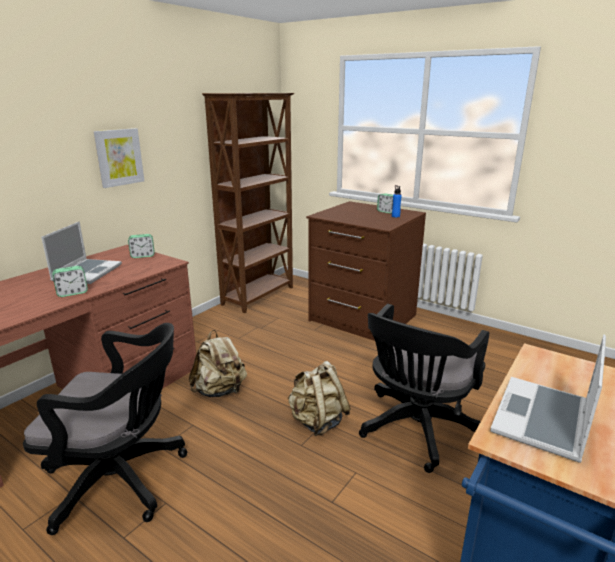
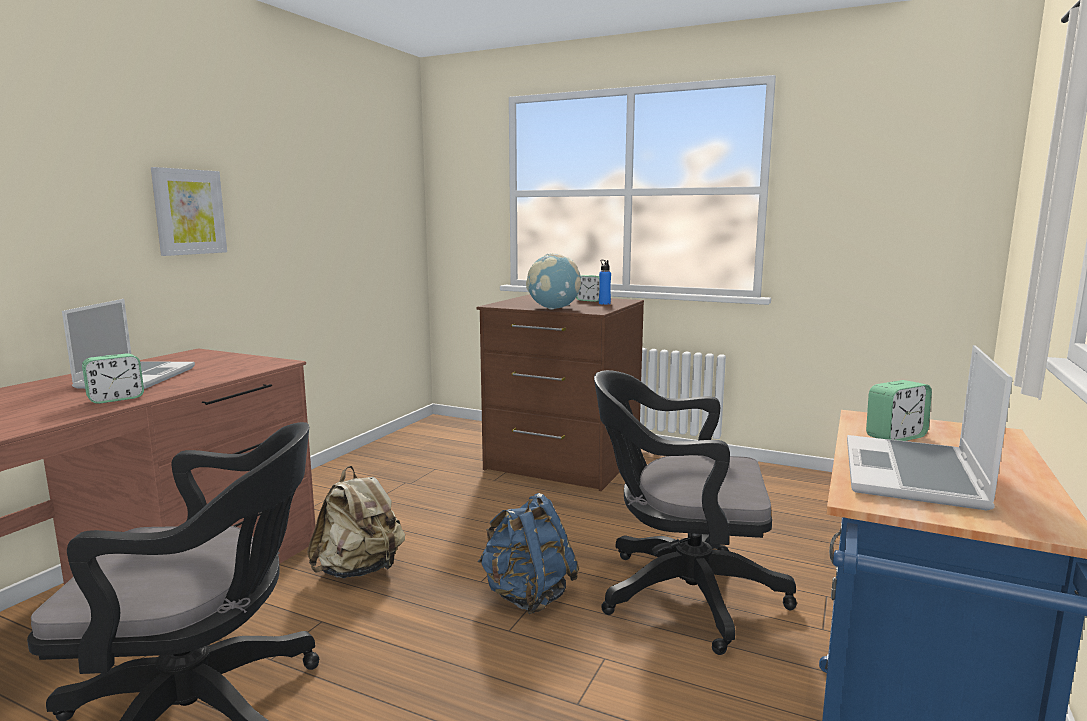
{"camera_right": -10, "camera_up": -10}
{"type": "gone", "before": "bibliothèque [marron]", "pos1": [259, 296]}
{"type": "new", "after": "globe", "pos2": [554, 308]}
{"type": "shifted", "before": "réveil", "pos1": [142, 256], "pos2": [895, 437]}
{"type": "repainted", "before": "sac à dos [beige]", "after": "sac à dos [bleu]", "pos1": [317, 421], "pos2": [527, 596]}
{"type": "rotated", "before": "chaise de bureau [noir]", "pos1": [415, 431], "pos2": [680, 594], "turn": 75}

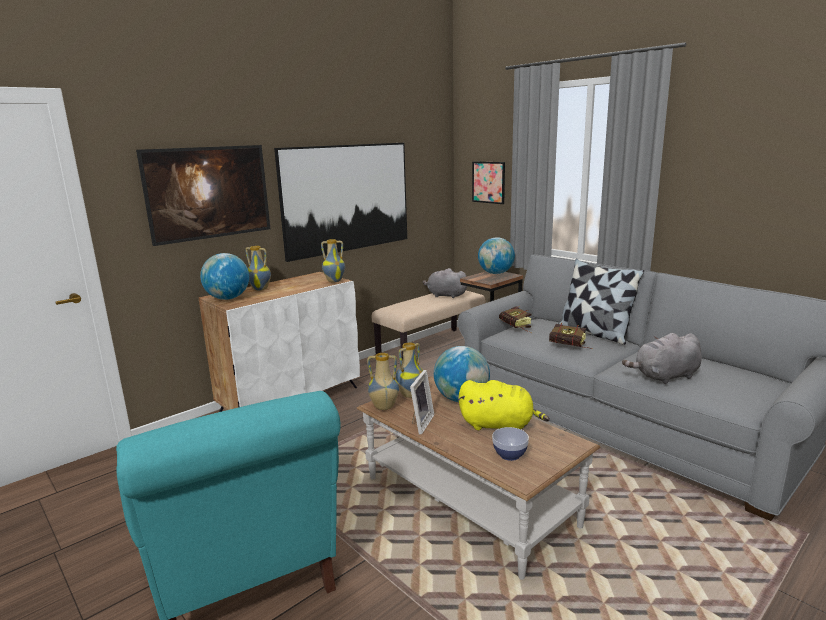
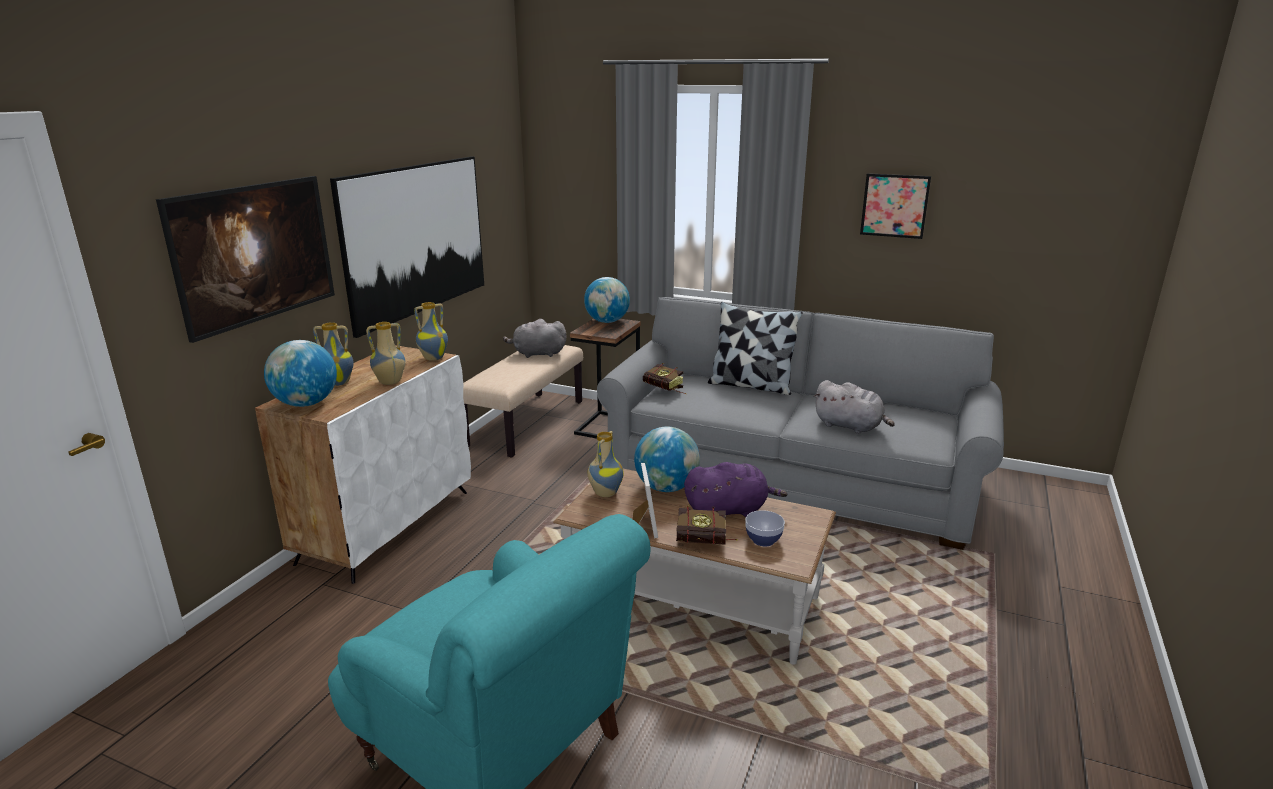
{"camera_right": -25, "camera_up": 5}
{"type": "shifted", "before": "vase", "pos1": [384, 407], "pos2": [390, 382]}
{"type": "shifted", "before": "tableau", "pos1": [488, 182], "pos2": [894, 205]}
{"type": "shifted", "before": "livre", "pos1": [571, 347], "pos2": [707, 543]}
{"type": "repainted", "before": "peluche [jaune]", "after": "peluche [violet]", "pos1": [499, 425], "pos2": [729, 510]}
{"type": "rotated", "before": "peluche [gris]", "pos1": [664, 377], "pos2": [850, 426], "turn": -105}

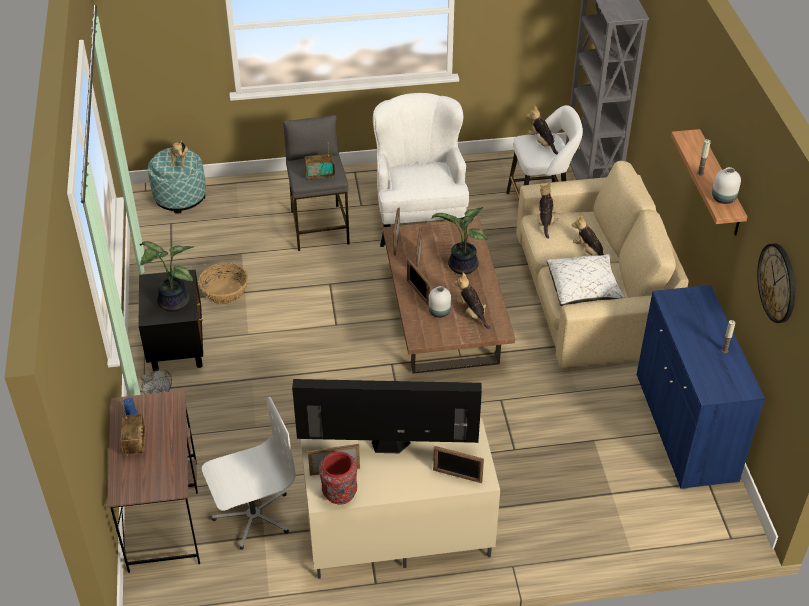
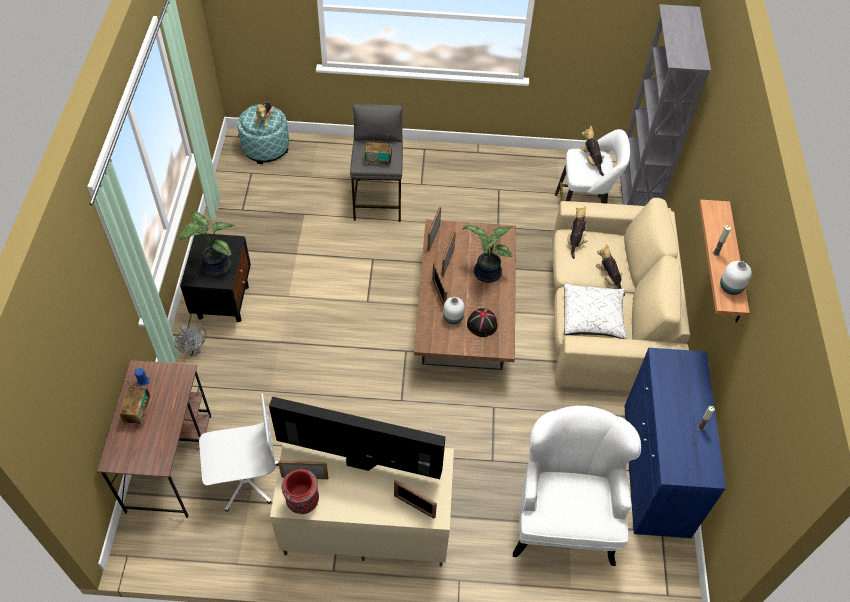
{"camera_right": 10, "camera_up": 10}
{"type": "gone", "before": "panier", "pos1": [224, 291]}
{"type": "gone", "before": "horloge murale", "pos1": [777, 283]}
{"type": "shifted", "before": "fauteuil [blanc]", "pos1": [419, 218], "pos2": [563, 519]}
{"type": "swapped", "before": "peluche", "after": "chapeau [noir]", "pos1": [472, 313], "pos2": [482, 324]}

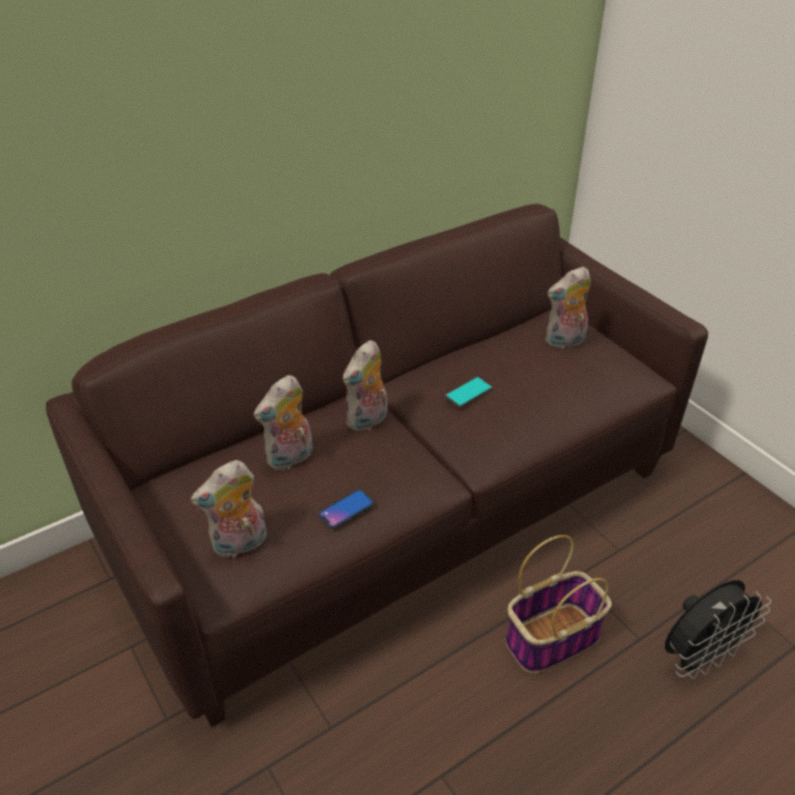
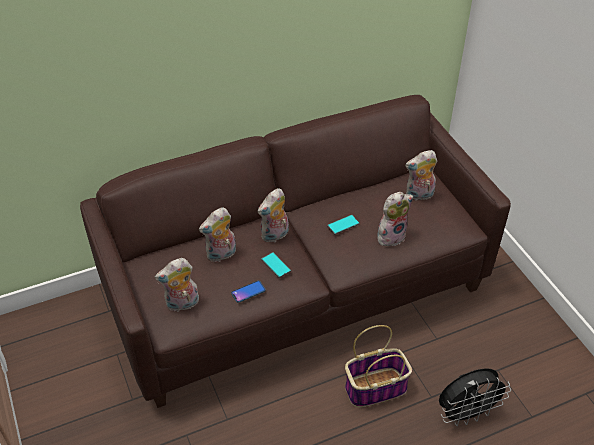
{"camera_right": 10, "camera_up": 5}
{"type": "new", "after": "téléphone", "pos2": [275, 265]}
{"type": "new", "after": "peluche", "pos2": [391, 236]}

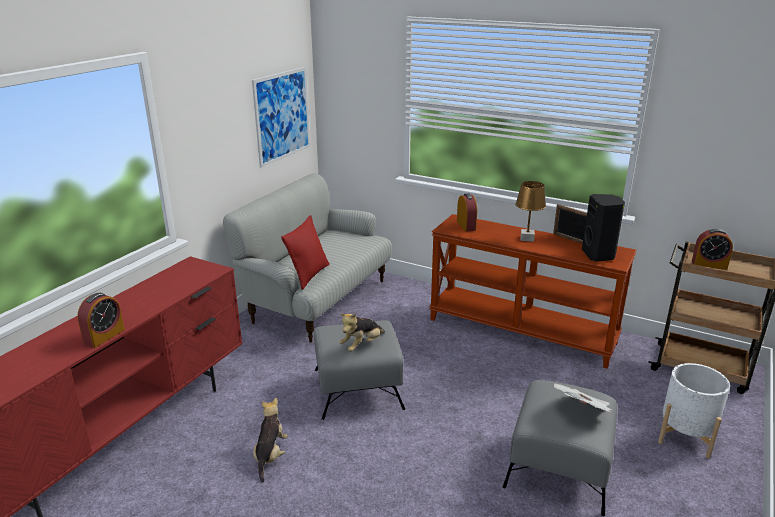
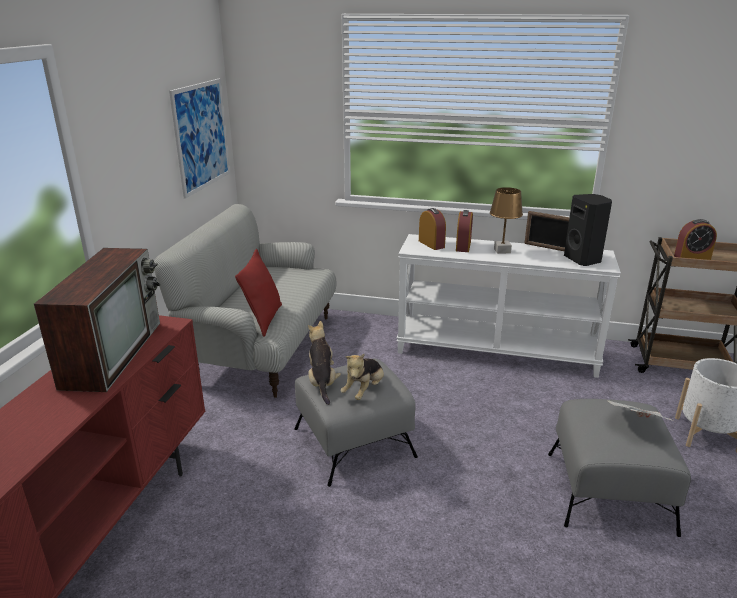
{"camera_right": -15, "camera_up": 0}
{"type": "new", "after": "téléviseur", "pos2": [113, 352]}
{"type": "shifted", "before": "réveil", "pos1": [104, 336], "pos2": [463, 246]}
{"type": "shifted", "before": "peluche", "pos1": [270, 455], "pos2": [322, 382]}
{"type": "repainted", "before": "table console [marron]", "after": "table console [blanc]", "pos1": [522, 330], "pos2": [496, 351]}

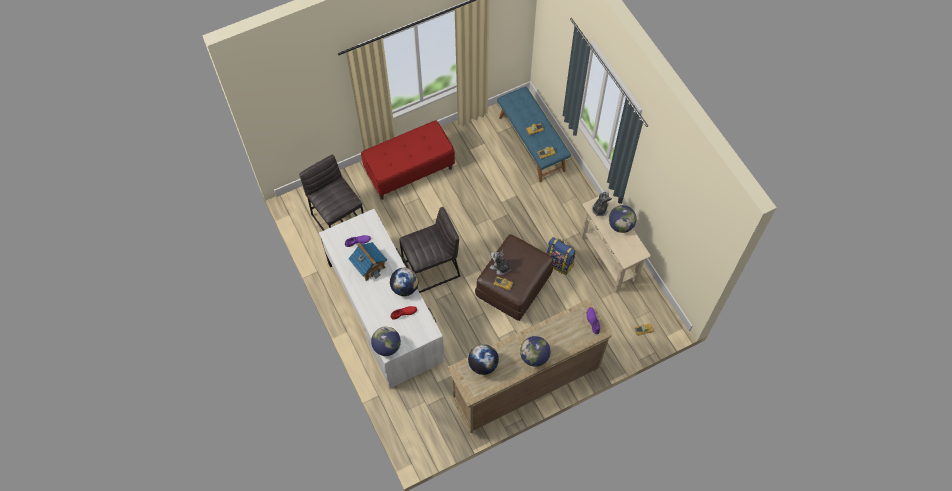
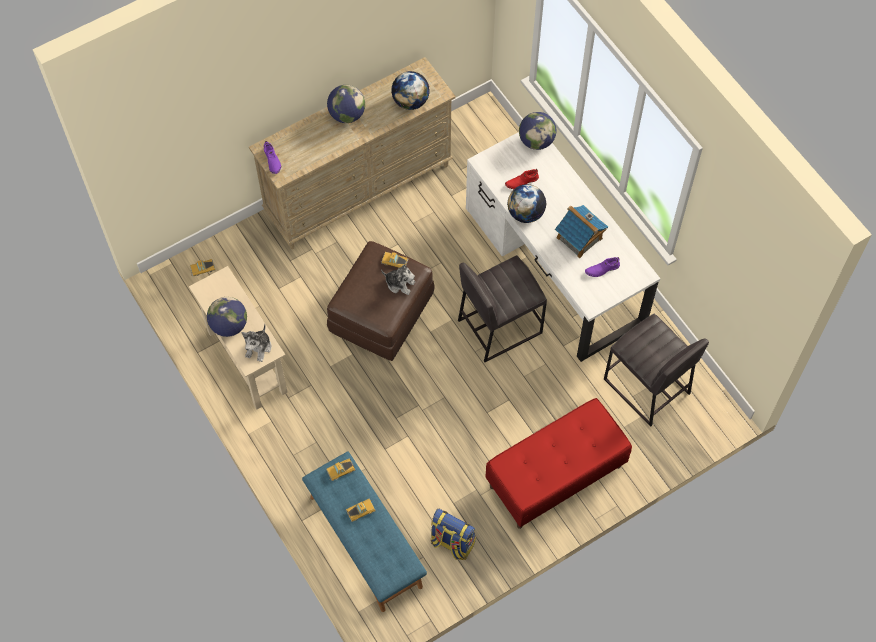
{"camera_right": 175, "camera_up": 0}
{"type": "shifted", "before": "sac à dos", "pos1": [560, 263], "pos2": [452, 542]}

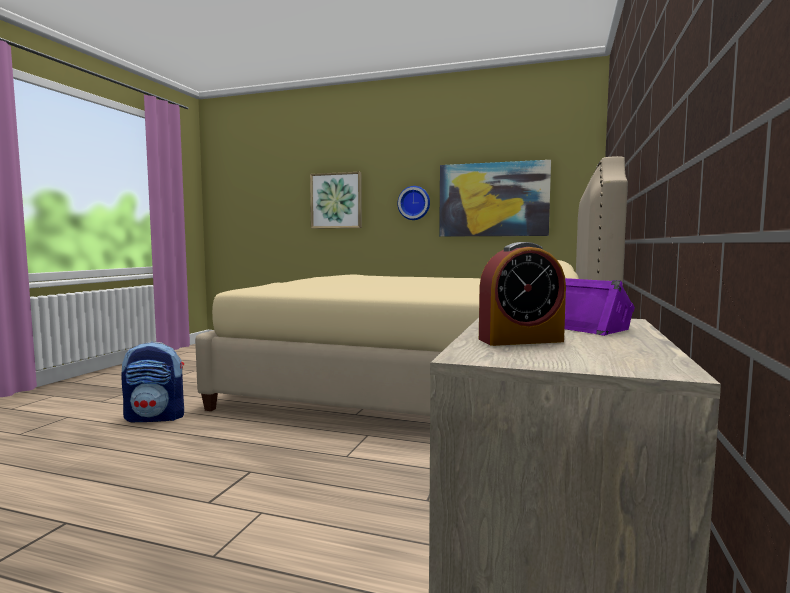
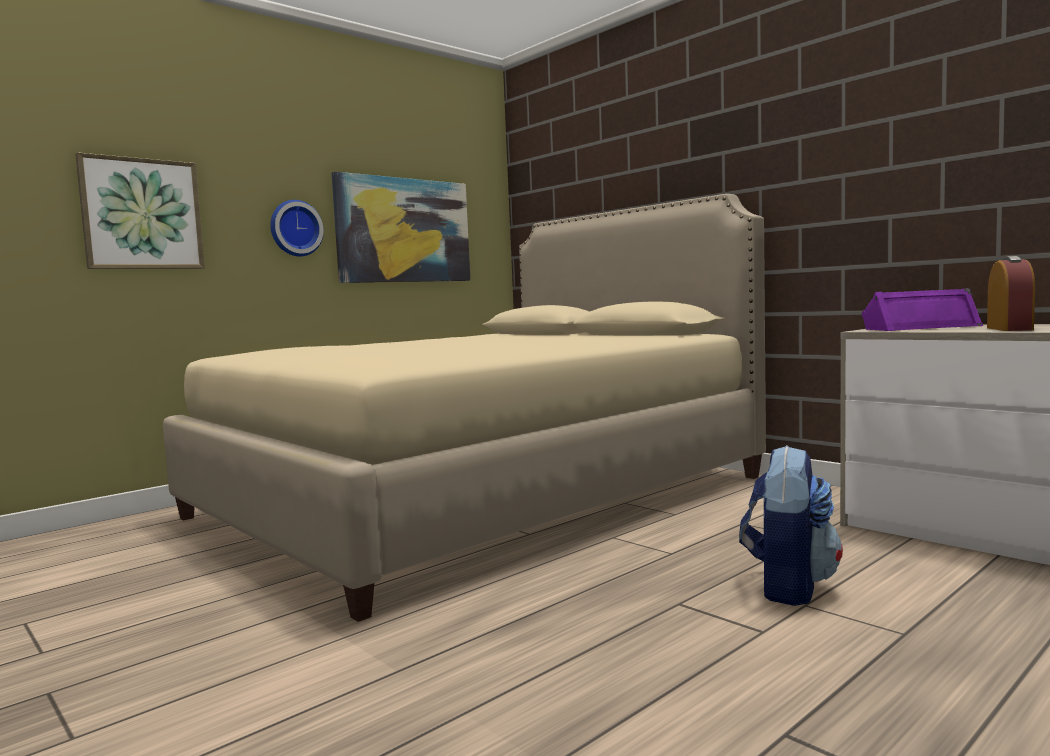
{"camera_right": -60, "camera_up": 0}
{"type": "shifted", "before": "sac à dos", "pos1": [156, 417], "pos2": [787, 586]}

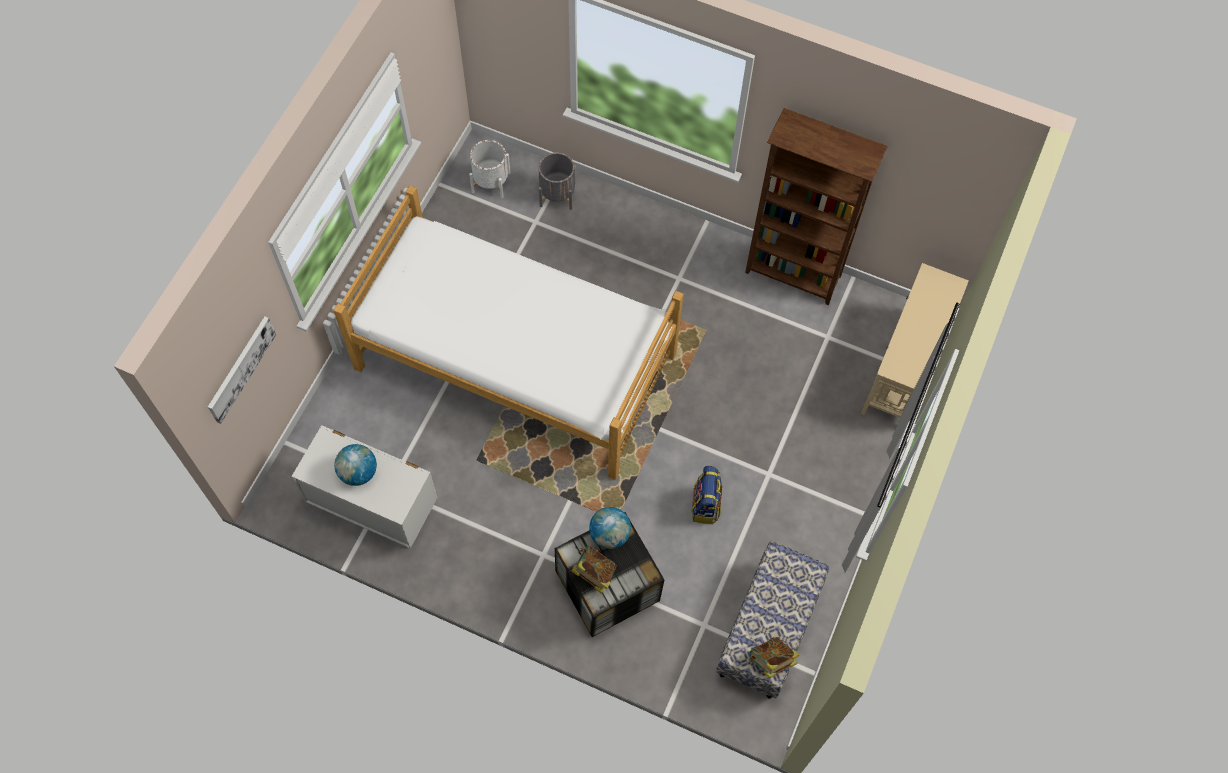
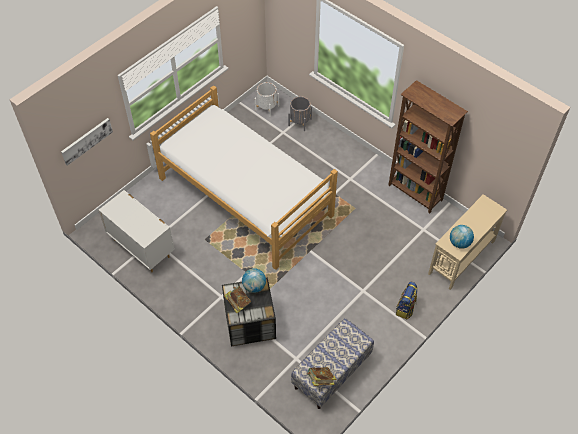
{"camera_right": 20, "camera_up": -10}
{"type": "shifted", "before": "globe", "pos1": [358, 472], "pos2": [459, 243]}
{"type": "shifted", "before": "sac à dos", "pos1": [706, 505], "pos2": [405, 308]}

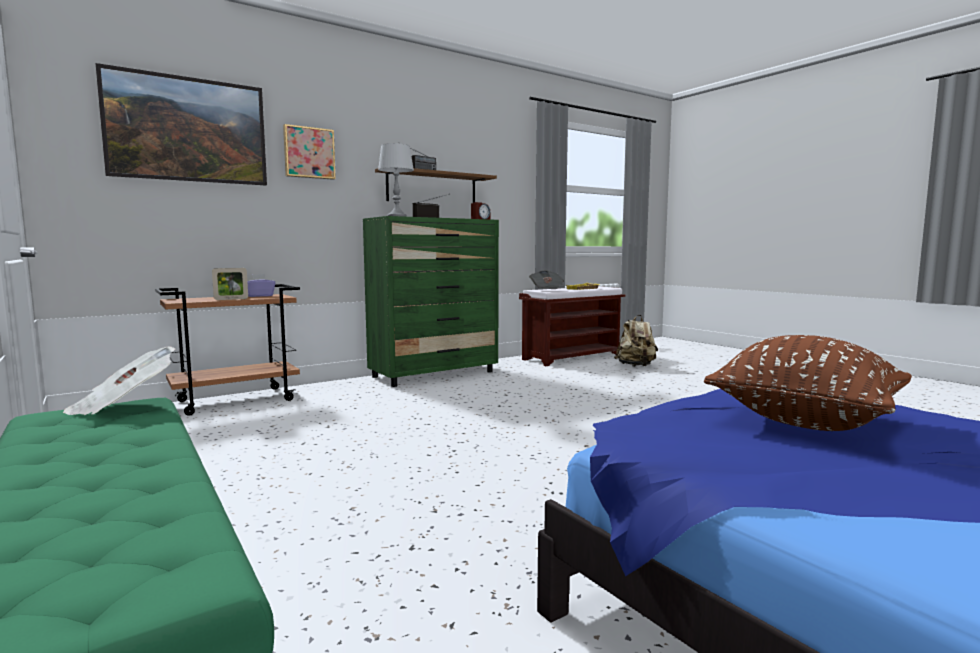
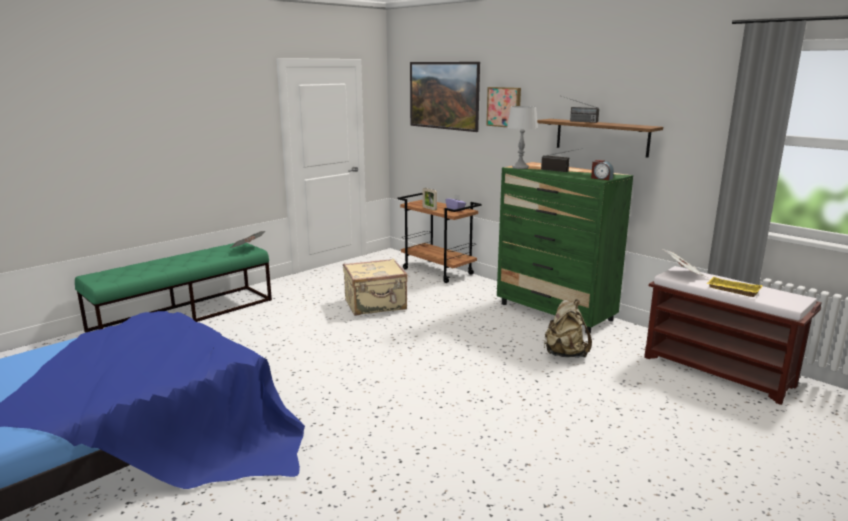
{"camera_right": 80, "camera_up": 10}
{"type": "gone", "before": "coussin [marron]", "pos1": [805, 421]}
{"type": "new", "after": "valise [beige]", "pos2": [376, 305]}
{"type": "shifted", "before": "sac à dos [beige]", "pos1": [636, 366], "pos2": [565, 354]}

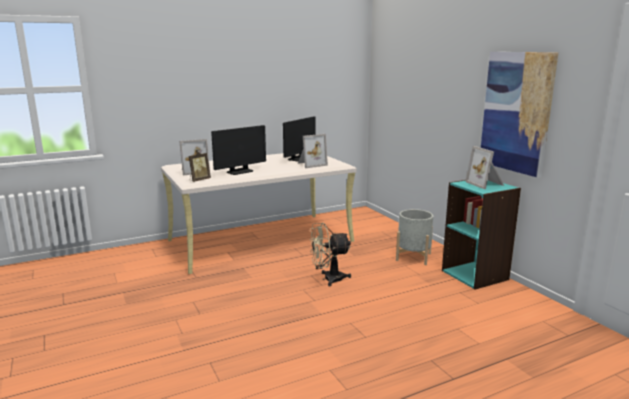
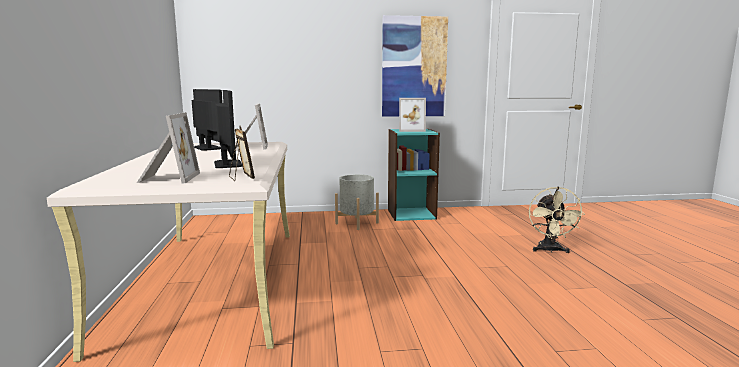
{"camera_right": -70, "camera_up": -5}
{"type": "shifted", "before": "ventilateur [beige]", "pos1": [328, 279], "pos2": [550, 250]}

